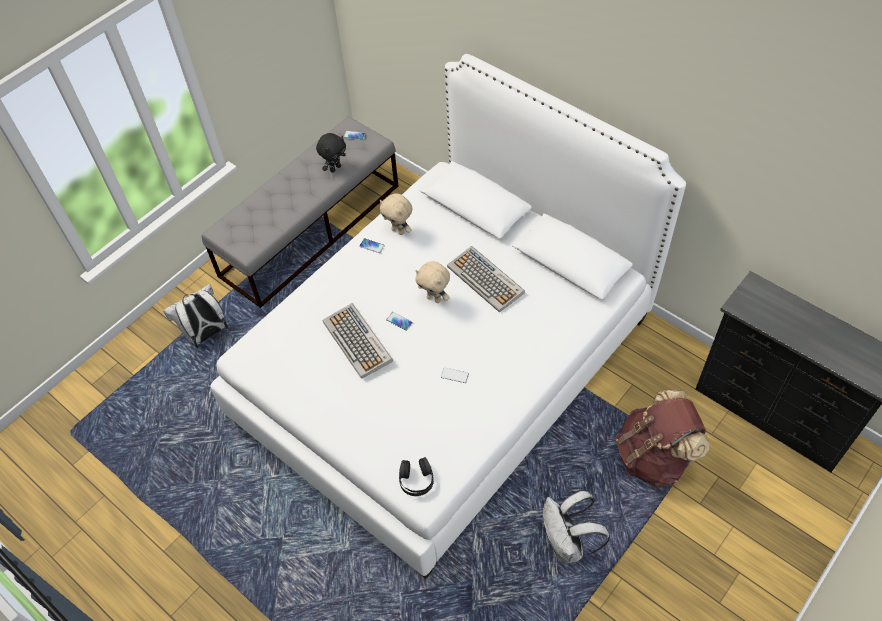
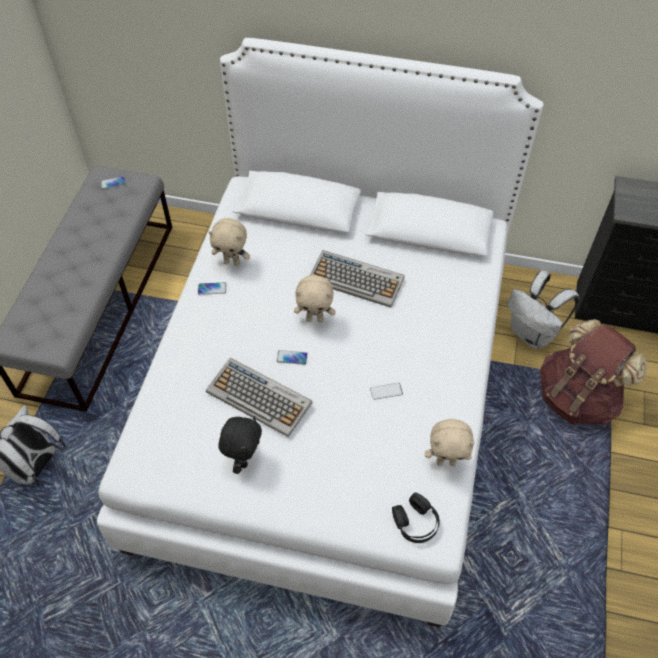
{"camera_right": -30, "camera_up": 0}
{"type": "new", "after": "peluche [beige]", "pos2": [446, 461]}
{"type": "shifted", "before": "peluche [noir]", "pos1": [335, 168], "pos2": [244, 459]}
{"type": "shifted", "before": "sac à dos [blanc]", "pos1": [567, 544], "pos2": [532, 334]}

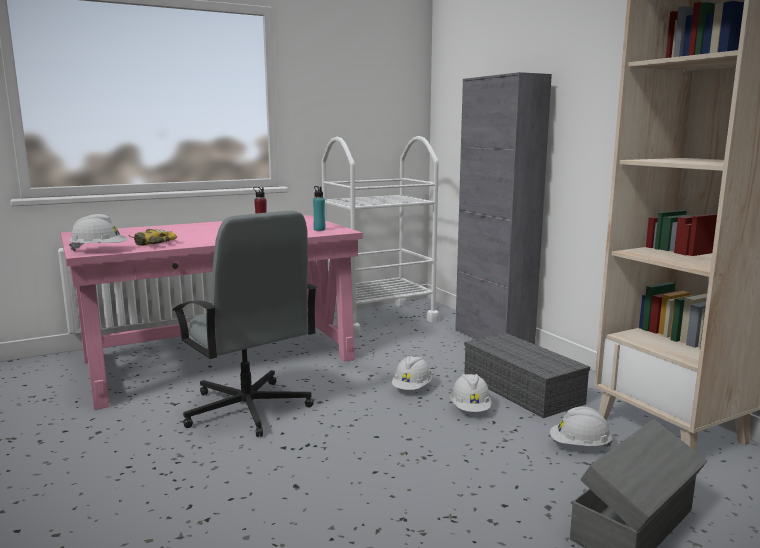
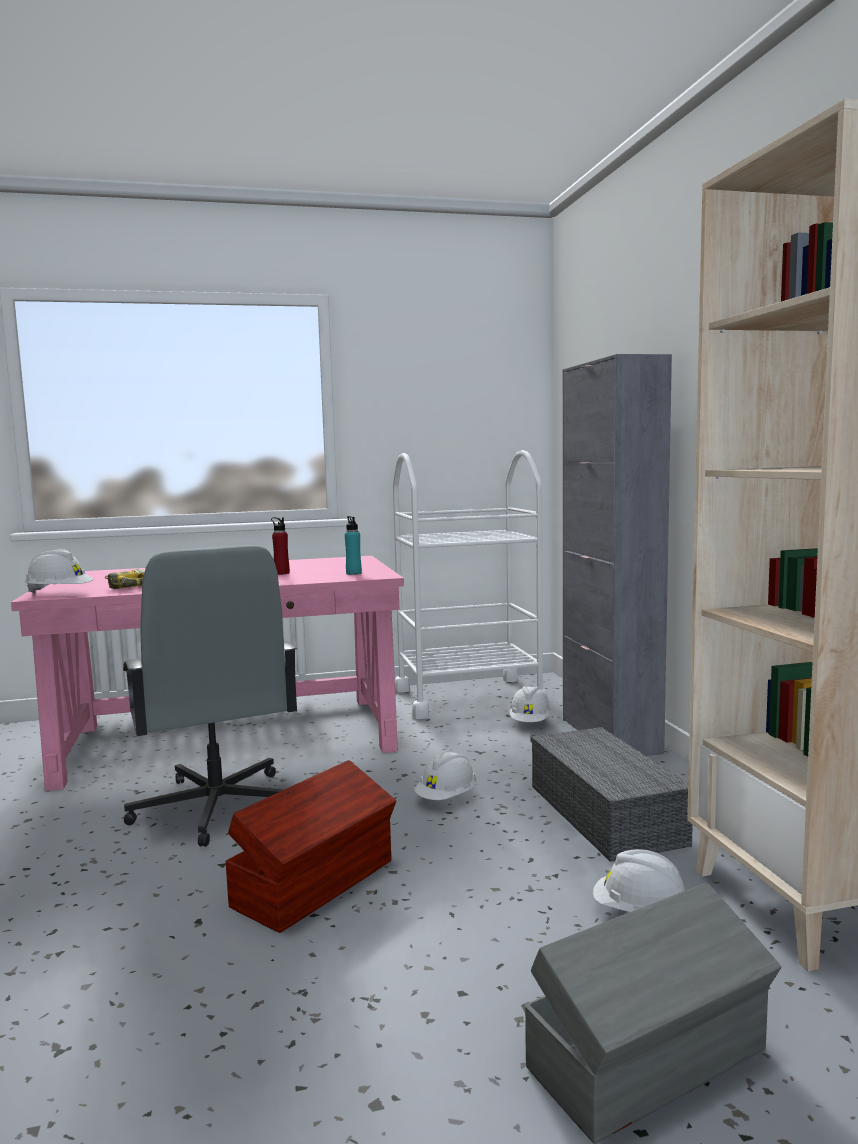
{"camera_right": 15, "camera_up": -5}
{"type": "new", "after": "boîte de rangement [marron]", "pos2": [317, 883]}
{"type": "shifted", "before": "casque de chantier [blanc]", "pos1": [470, 409], "pos2": [530, 722]}

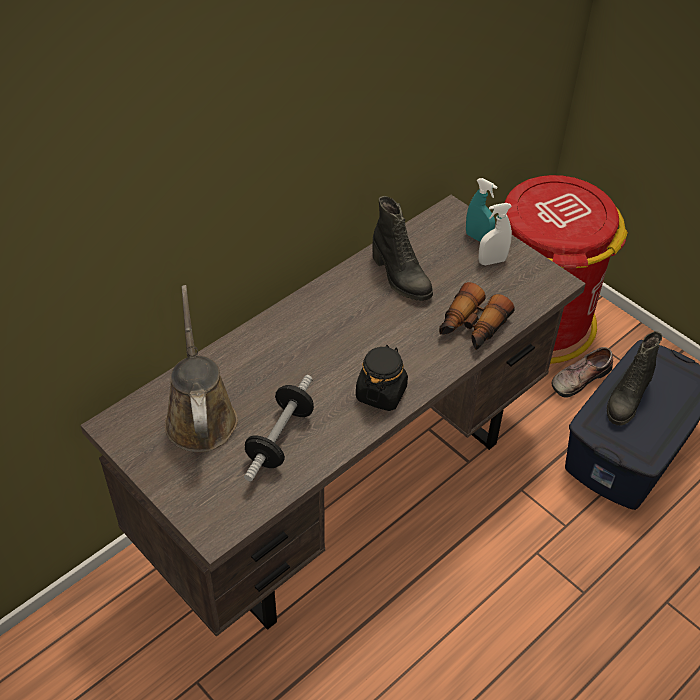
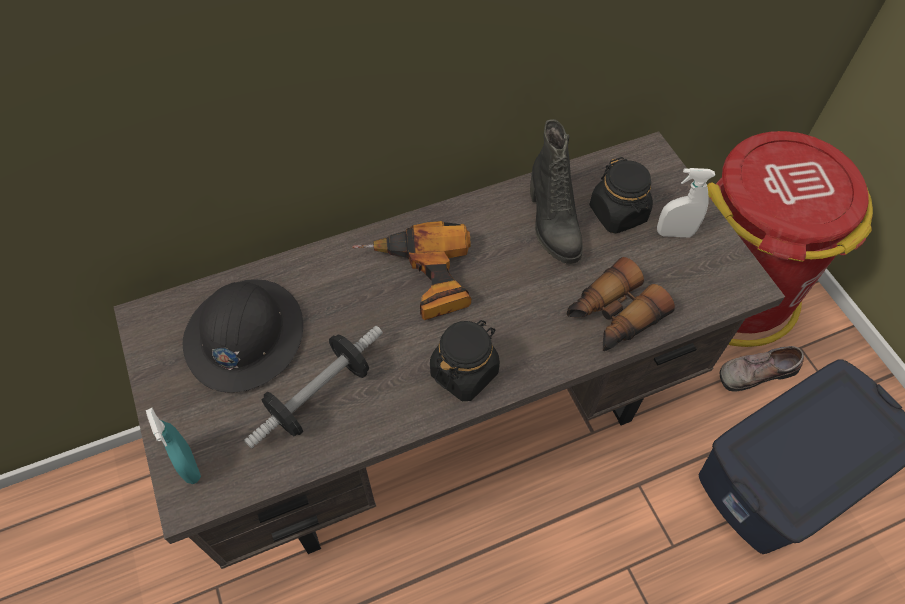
{"camera_right": 20, "camera_up": 10}
{"type": "gone", "before": "botte [noir]", "pos1": [626, 400]}
{"type": "new", "after": "perceuse", "pos2": [423, 278]}
{"type": "new", "after": "bocal [noir]", "pos2": [618, 213]}
{"type": "shifted", "before": "vaporisateur [turquoise]", "pos1": [478, 238], "pos2": [189, 465]}
{"type": "swapped", "before": "arrosoir [marron]", "after": "casque de chantier [noir]", "pos1": [200, 416], "pos2": [244, 336]}

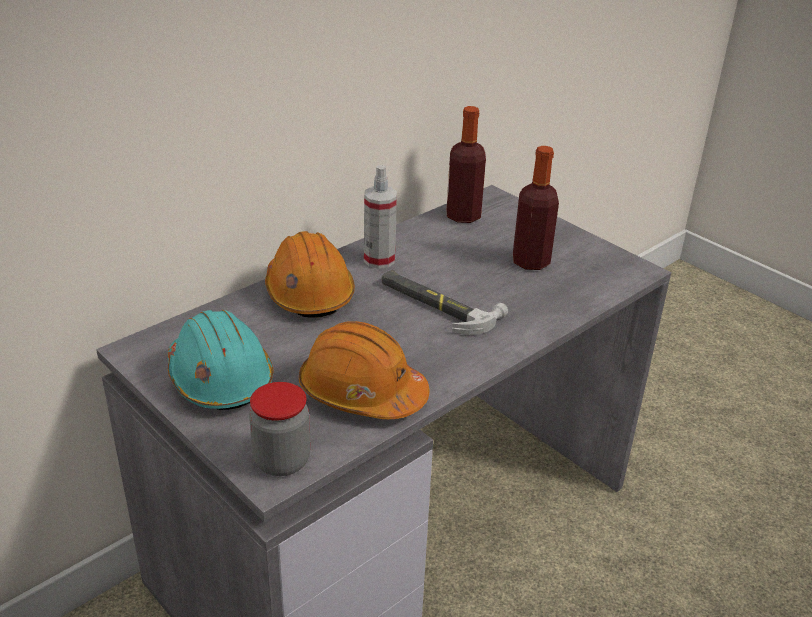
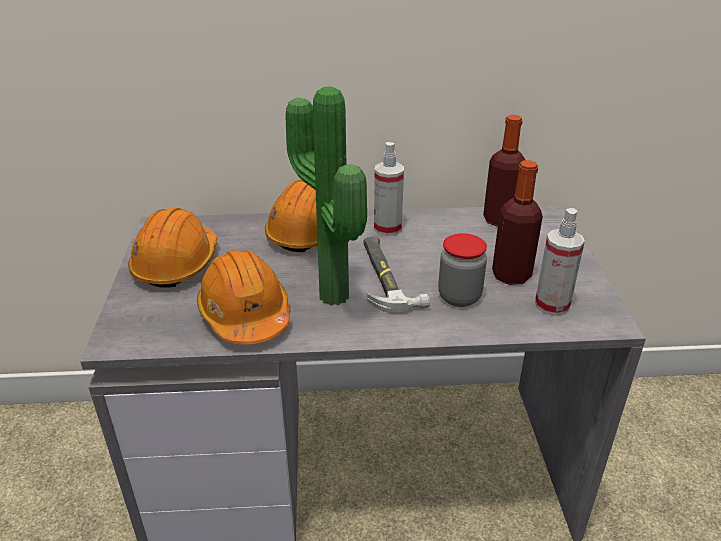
{"camera_right": 40, "camera_up": 0}
{"type": "new", "after": "plante en pot", "pos2": [329, 298]}
{"type": "new", "after": "vaporisateur", "pos2": [552, 305]}
{"type": "shifted", "before": "bocal", "pos1": [282, 461], "pos2": [459, 297]}
{"type": "repainted", "before": "casque de chantier [turquoise]", "after": "casque de chantier [orange]", "pos1": [220, 378], "pos2": [176, 264]}

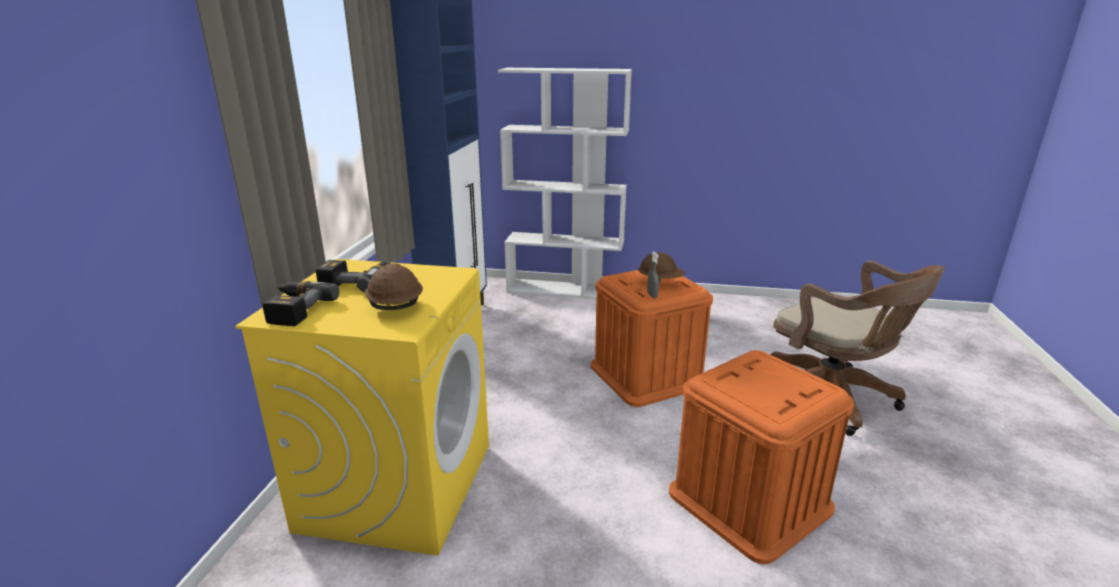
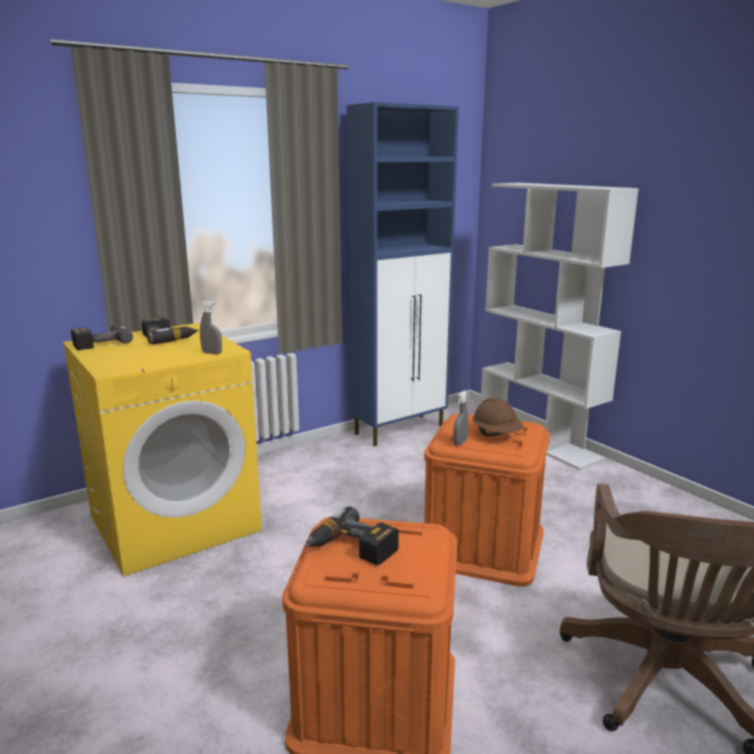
{"camera_right": 45, "camera_up": -5}
{"type": "gone", "before": "casque de chantier [marron]", "pos1": [395, 307]}
{"type": "new", "after": "vaporisateur [gris]", "pos2": [212, 353]}
{"type": "new", "after": "perceuse", "pos2": [351, 550]}

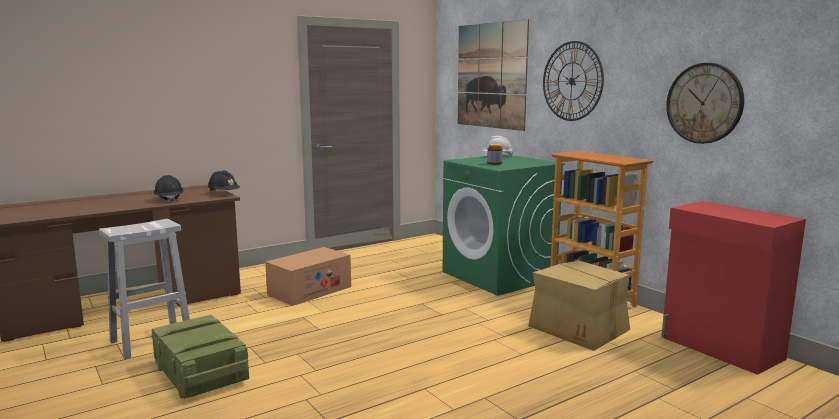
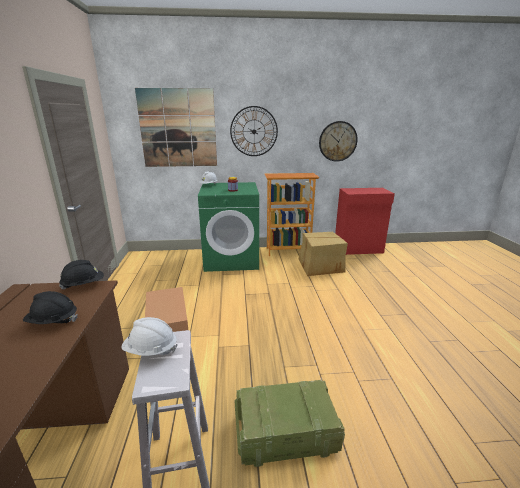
{"camera_right": -60, "camera_up": 10}
{"type": "new", "after": "casque de chantier [blanc]", "pos2": [151, 350]}

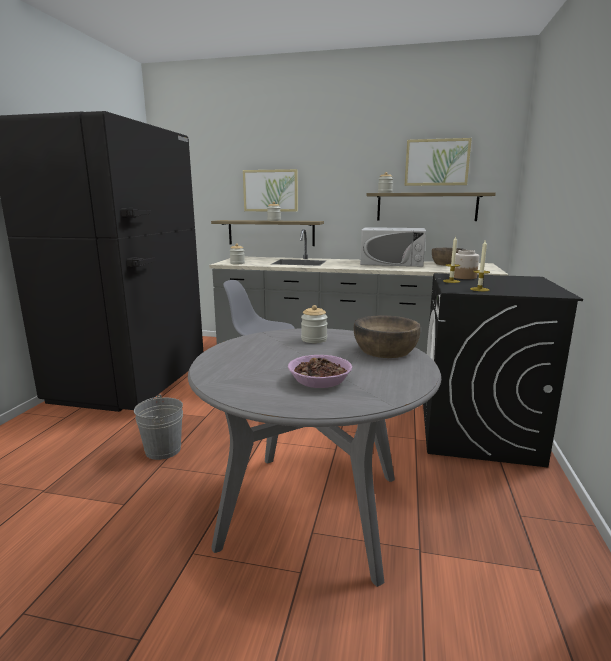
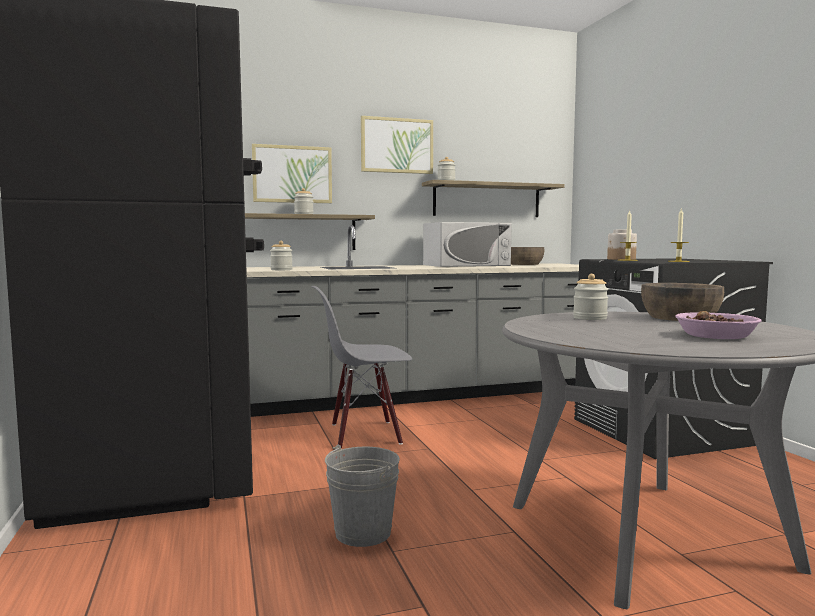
{"camera_right": -30, "camera_up": -10}
{"type": "shifted", "before": "tableau", "pos1": [436, 162], "pos2": [397, 145]}

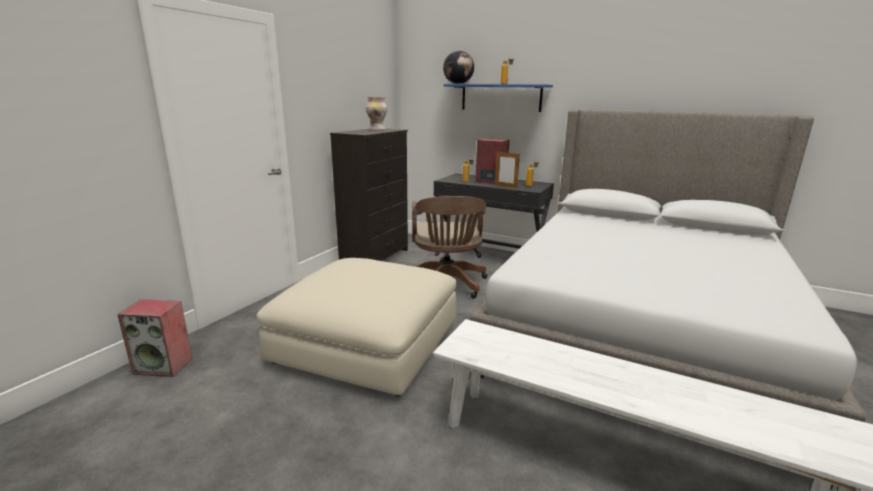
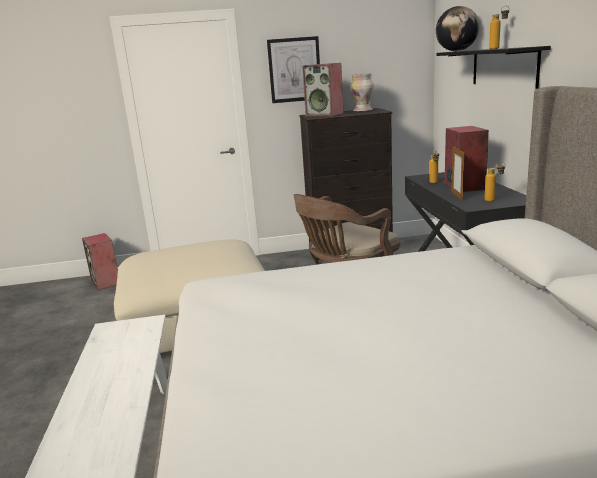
{"camera_right": 55, "camera_up": 0}
{"type": "new", "after": "tableau", "pos2": [294, 70]}
{"type": "new", "after": "enceinte", "pos2": [325, 114]}
{"type": "repainted", "before": "étagère [bleu]", "after": "étagère [noir]", "pos1": [500, 97], "pos2": [503, 67]}

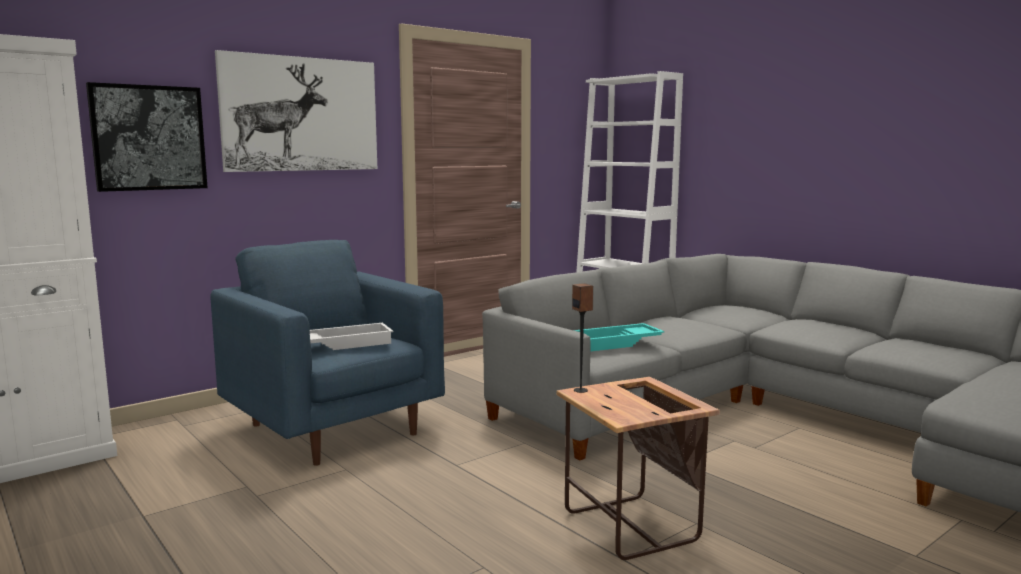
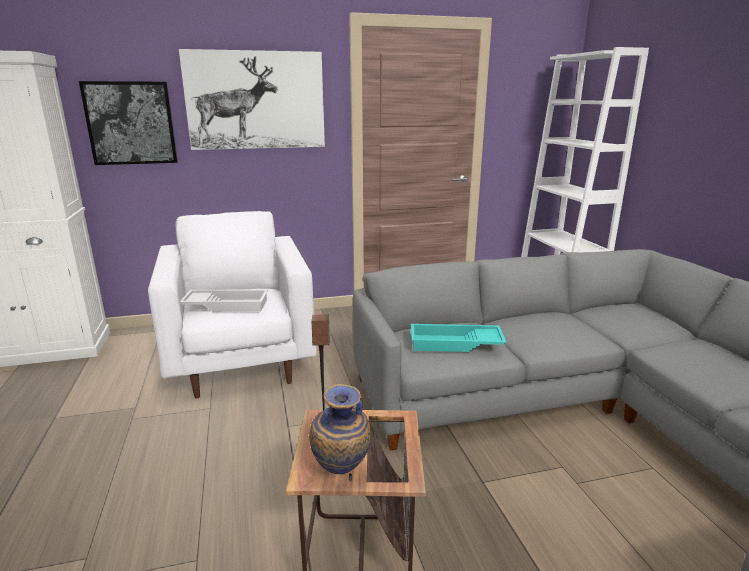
{"camera_right": 25, "camera_up": 10}
{"type": "new", "after": "vase", "pos2": [341, 475]}
{"type": "repainted", "before": "fauteuil [bleu]", "after": "fauteuil [blanc]", "pos1": [334, 429], "pos2": [241, 363]}

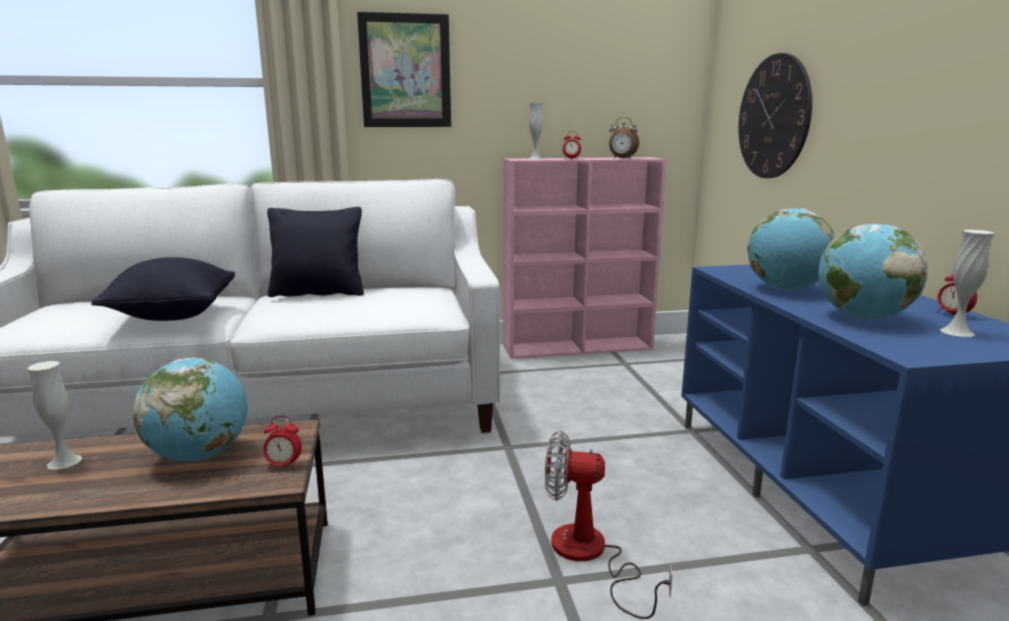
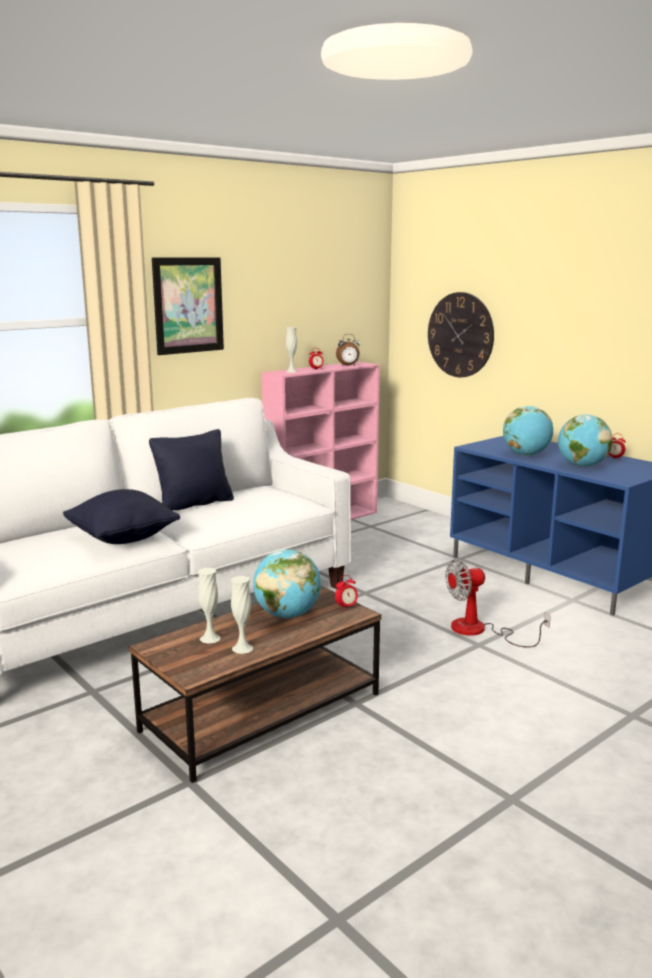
{"camera_right": -30, "camera_up": 0}
{"type": "shifted", "before": "vase [blanc]", "pos1": [957, 332], "pos2": [242, 648]}

